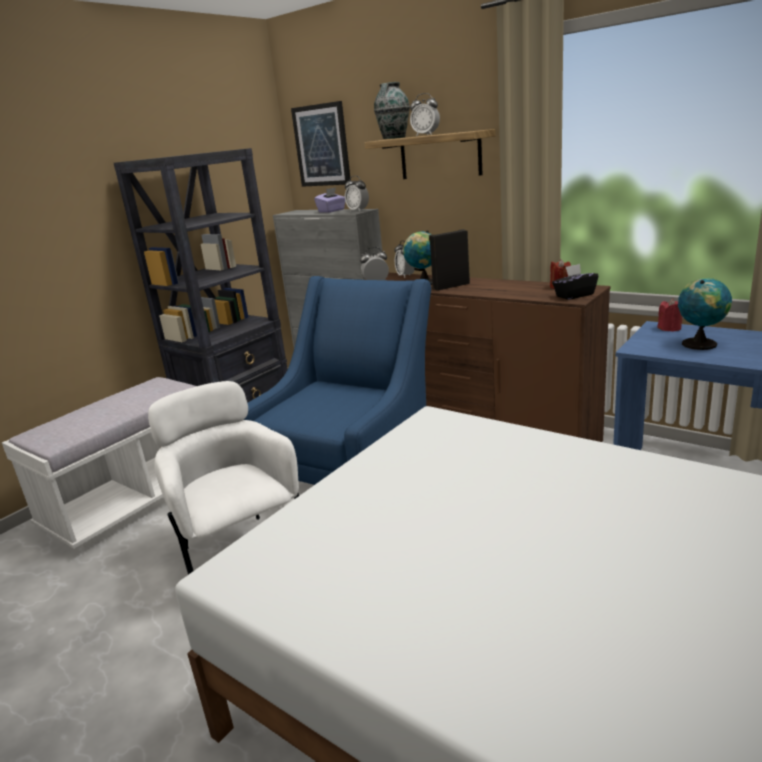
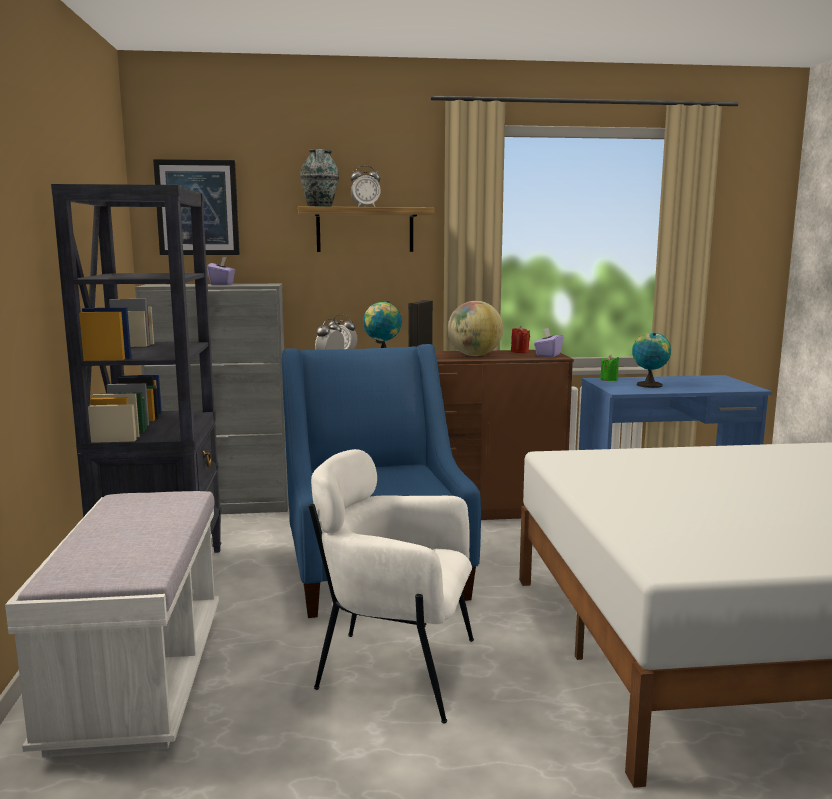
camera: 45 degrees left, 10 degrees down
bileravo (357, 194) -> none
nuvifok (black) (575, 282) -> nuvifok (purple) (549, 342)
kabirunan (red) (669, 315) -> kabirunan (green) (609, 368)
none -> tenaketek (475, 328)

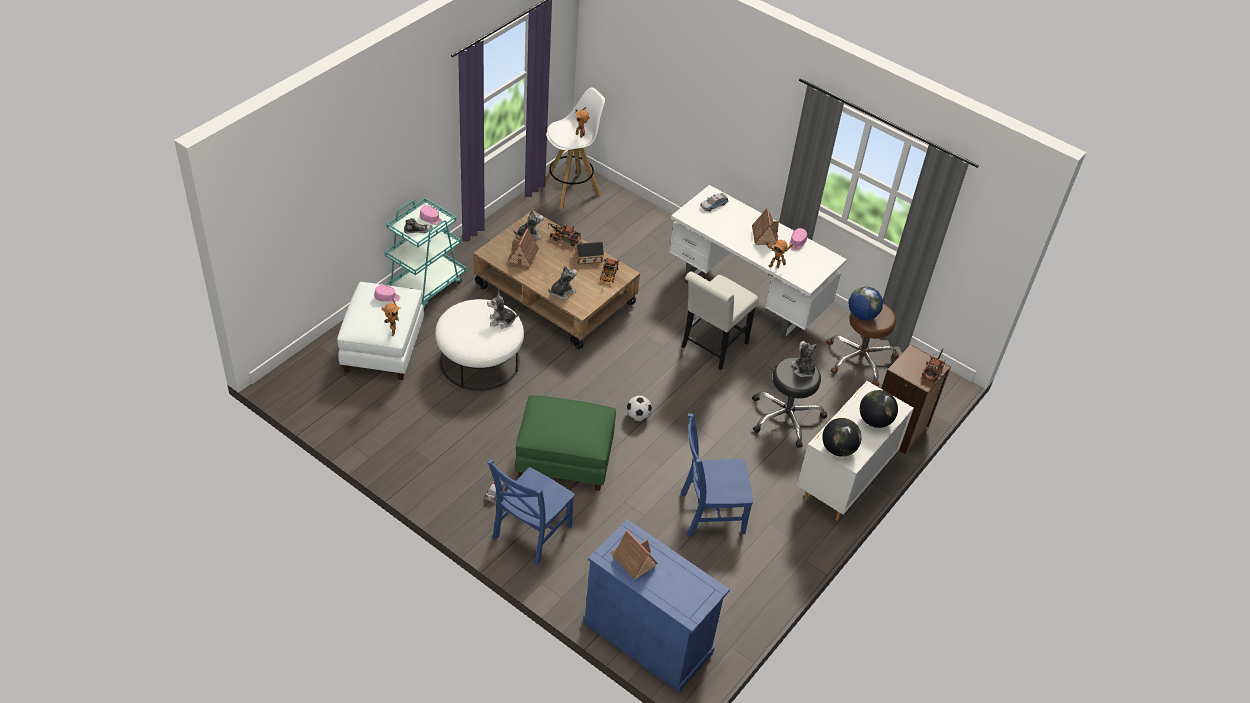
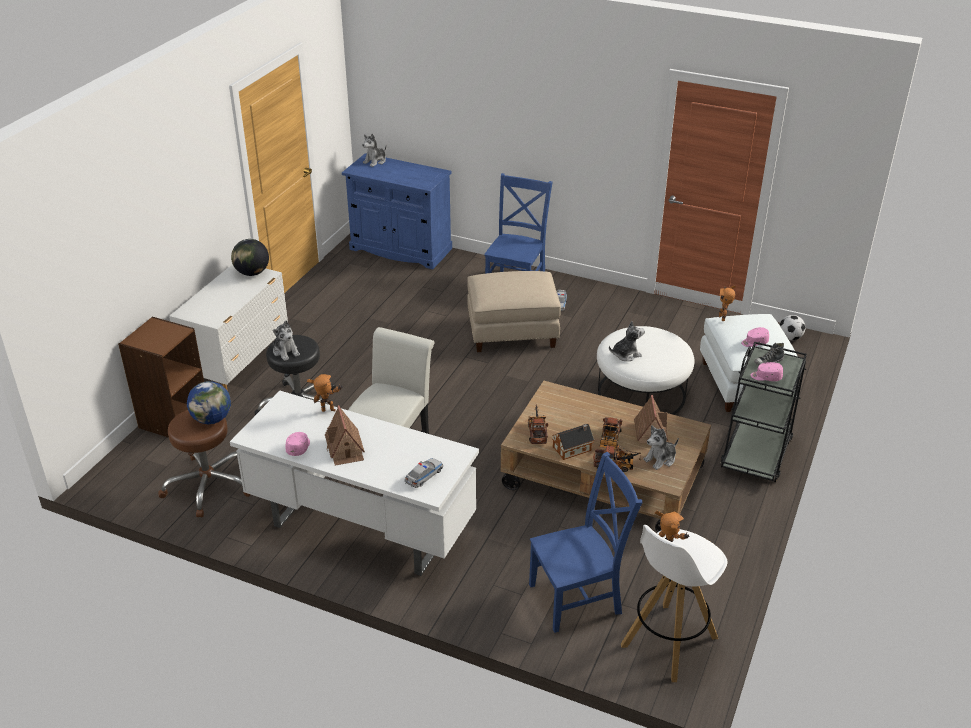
camera: 170 degrees right, 10 degrees down
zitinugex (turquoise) (425, 254) -> zitinugex (black) (763, 412)
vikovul (562, 282) -> vikovul (374, 150), moved
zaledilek (933, 366) -> zaledilek (610, 433), moved
tenaketek (879, 409) -> none
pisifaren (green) (565, 443) -> pisifaren (beige) (514, 311)
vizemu (639, 408) -> vizemu (793, 327), moved
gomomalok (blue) (716, 475) -> gomomalok (blue) (586, 542), moved
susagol (634, 554) -> none

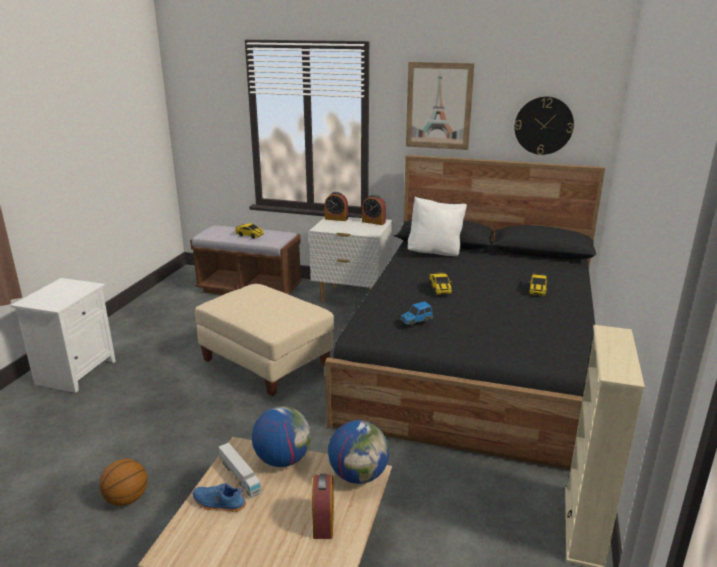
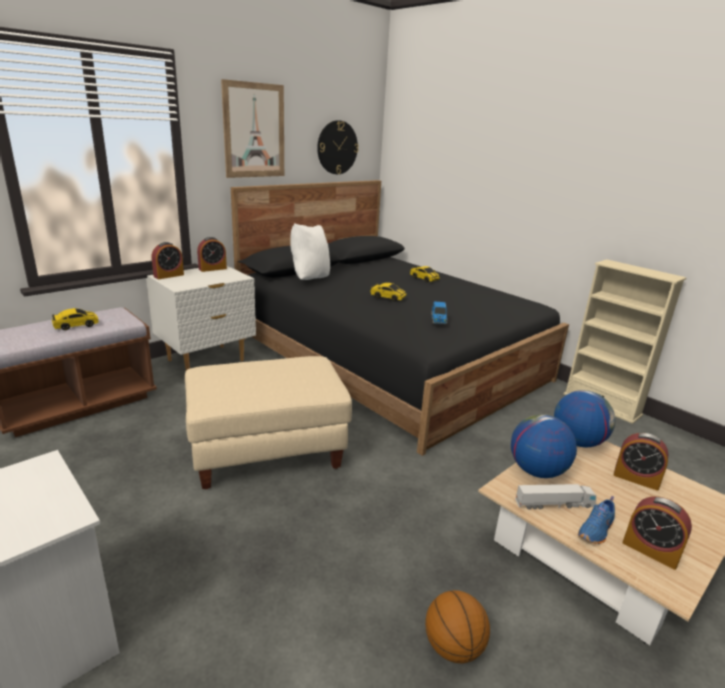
camera: 60 degrees left, 0 degrees up
none -> bileravo (657, 533)

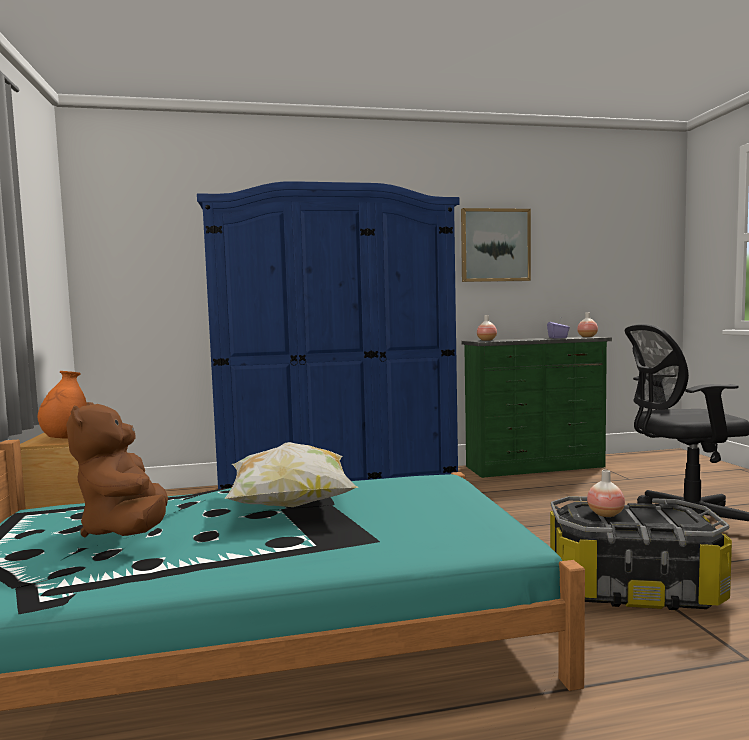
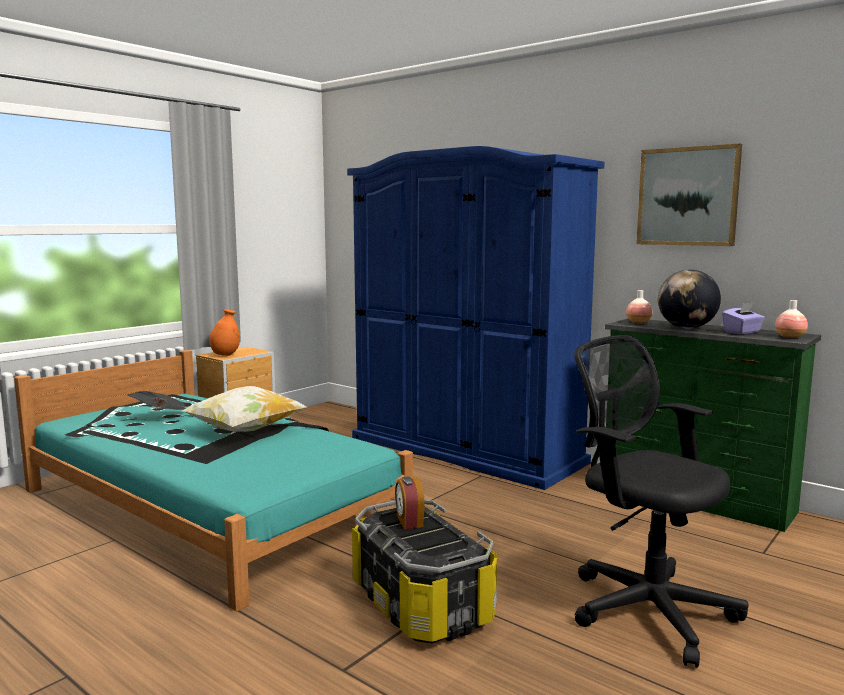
camera: 50 degrees right, 5 degrees up
vikovul (brown) (117, 470) -> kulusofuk (157, 400)
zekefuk (606, 493) -> bileravo (410, 503)
none -> tenaketek (689, 299)

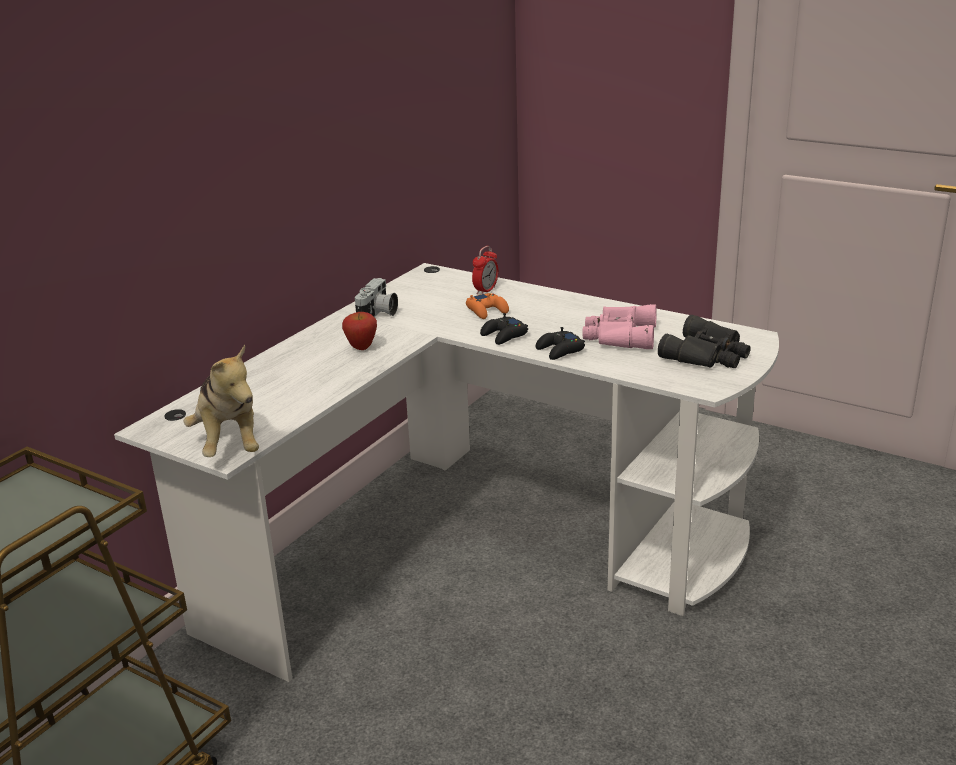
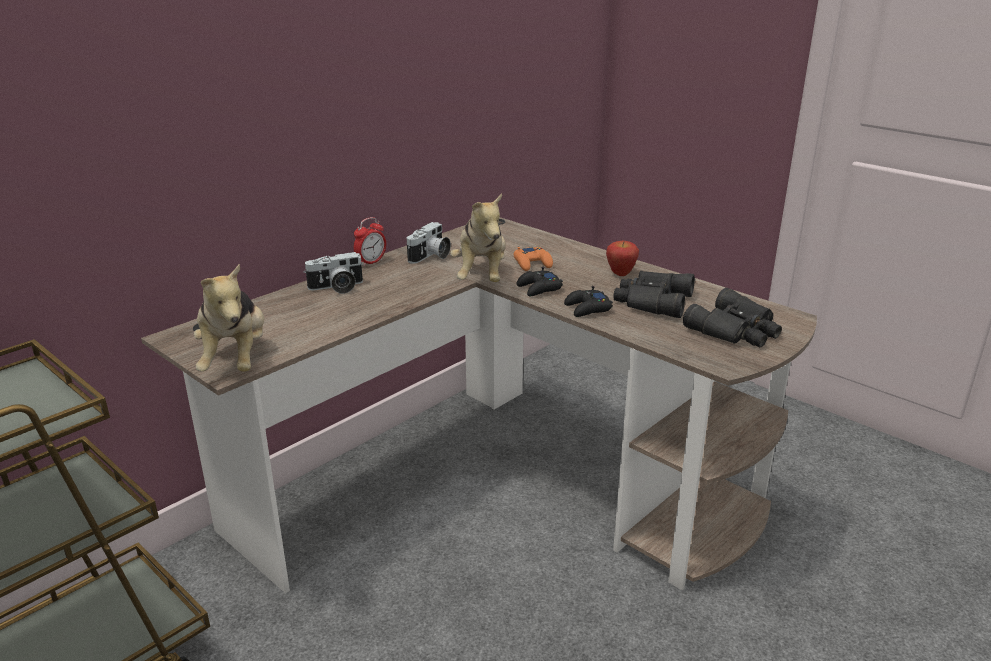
camera: 10 degrees right, 0 degrees up
bileravo (485, 270) -> bileravo (370, 242), moved
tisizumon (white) (446, 472) -> tisizumon (brown) (479, 405)
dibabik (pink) (619, 326) -> dibabik (black) (654, 294)
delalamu (359, 331) -> delalamu (622, 258), moved
none -> vikovul (478, 238)
none -> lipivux (334, 273)

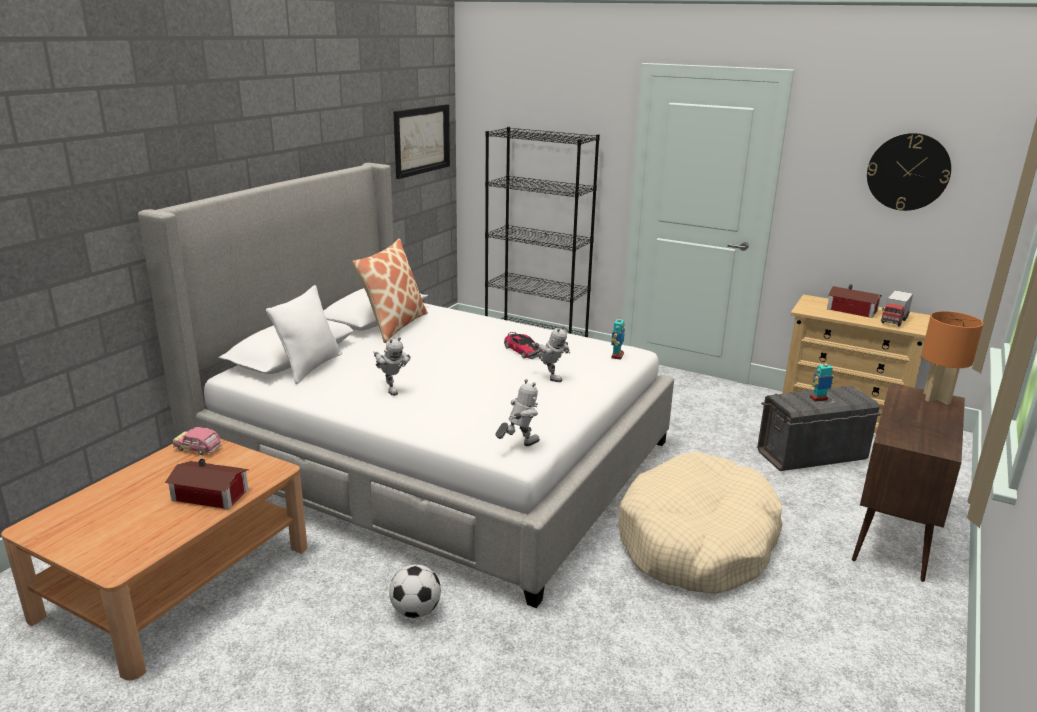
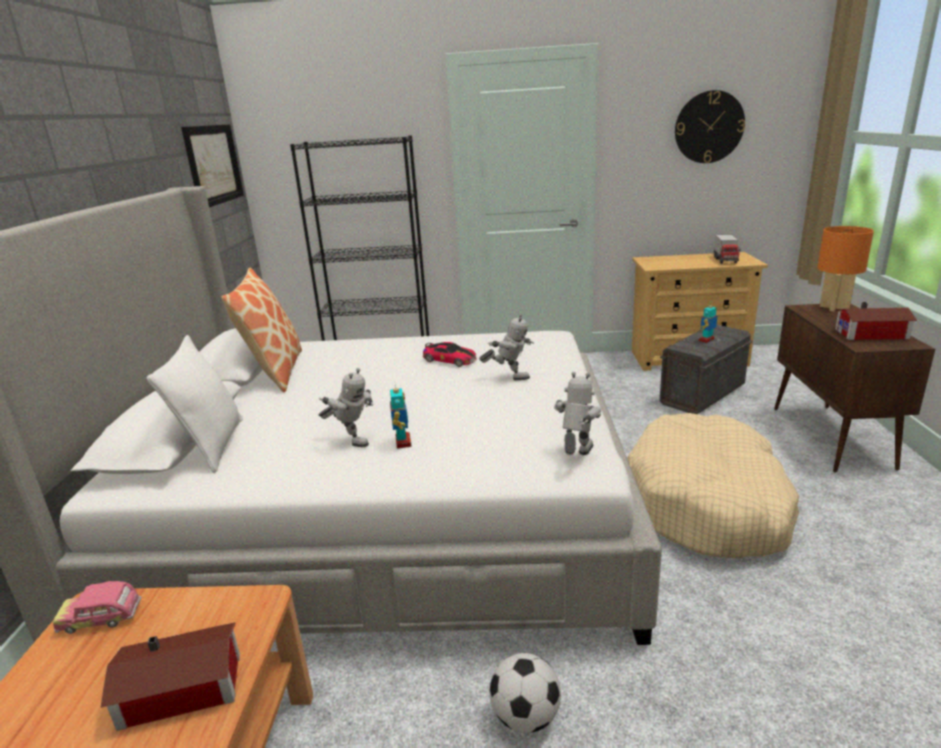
camera: 25 degrees left, 0 degrees up
susagol (854, 301) -> susagol (876, 321), moved
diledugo (618, 337) -> diledugo (401, 416), moved

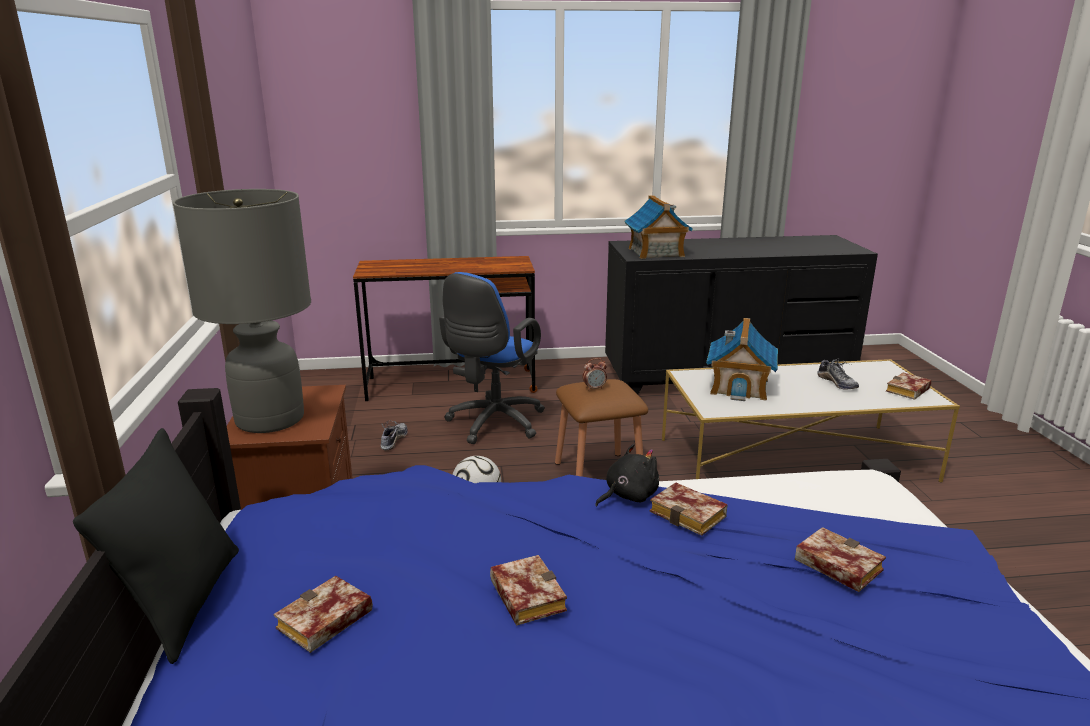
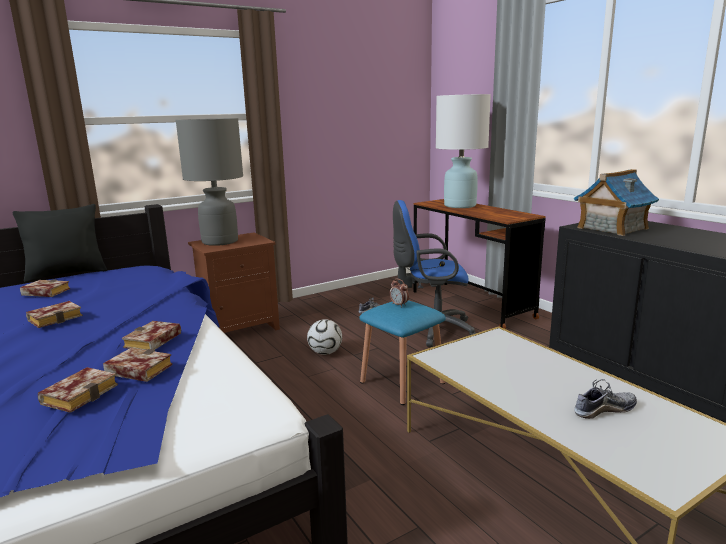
camera: 65 degrees right, 5 degrees down
susagol (742, 359) -> none
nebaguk (838, 373) -> nebaguk (605, 399), 150 degrees counterclockwise
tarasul (909, 386) -> tarasul (138, 365), moved
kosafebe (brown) (601, 428) -> kosafebe (blue) (402, 352)
vikovul (black) (627, 475) -> none
none -> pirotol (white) (463, 151)

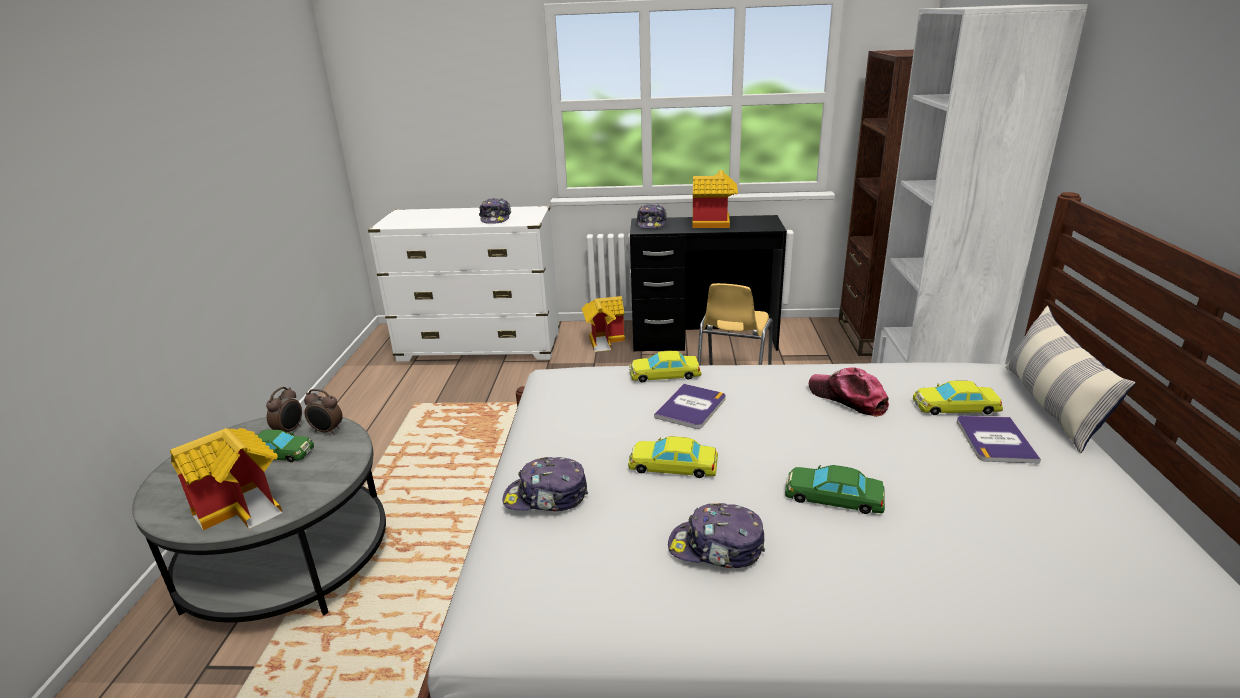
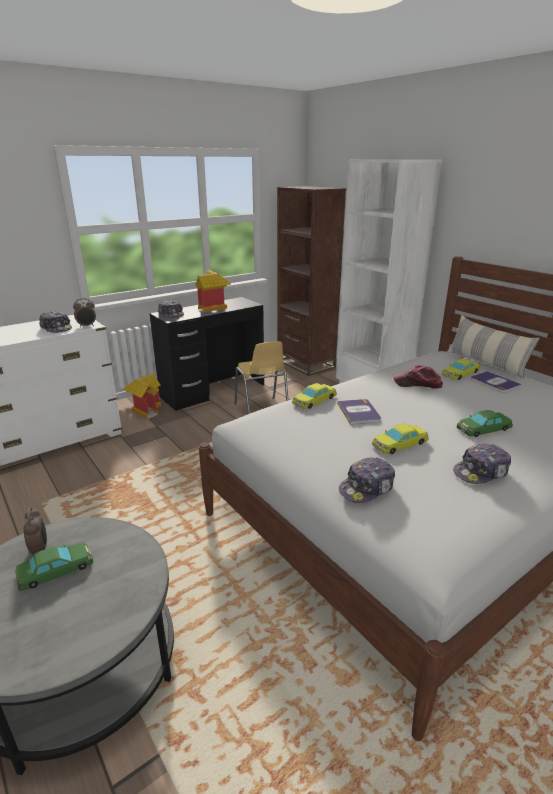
camera: 40 degrees left, 0 degrees up
bileravo (323, 412) -> bileravo (84, 313), moved
susagol (226, 479) -> none

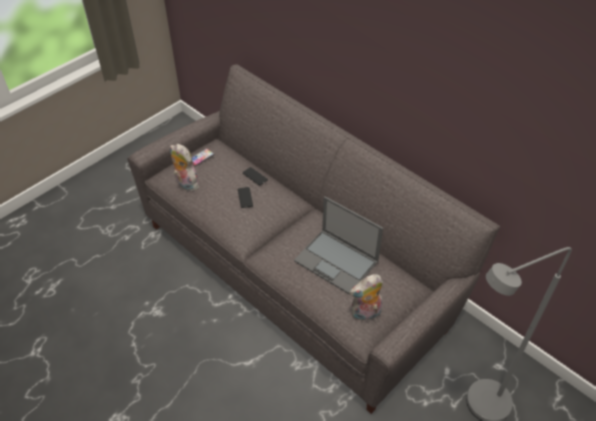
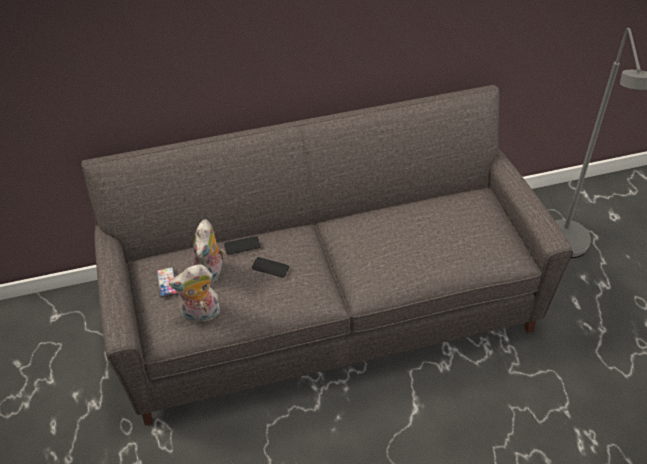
camera: 60 degrees left, 0 degrees up
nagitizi (338, 245) -> none
vikovul (366, 298) -> vikovul (209, 252), moved

